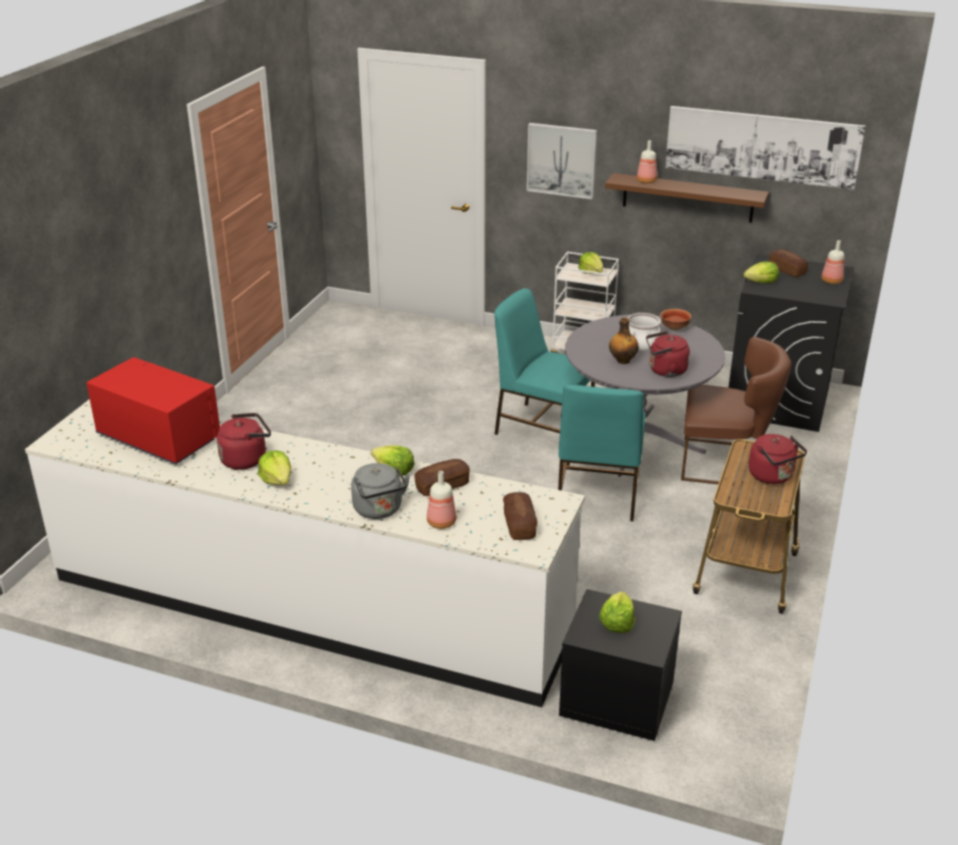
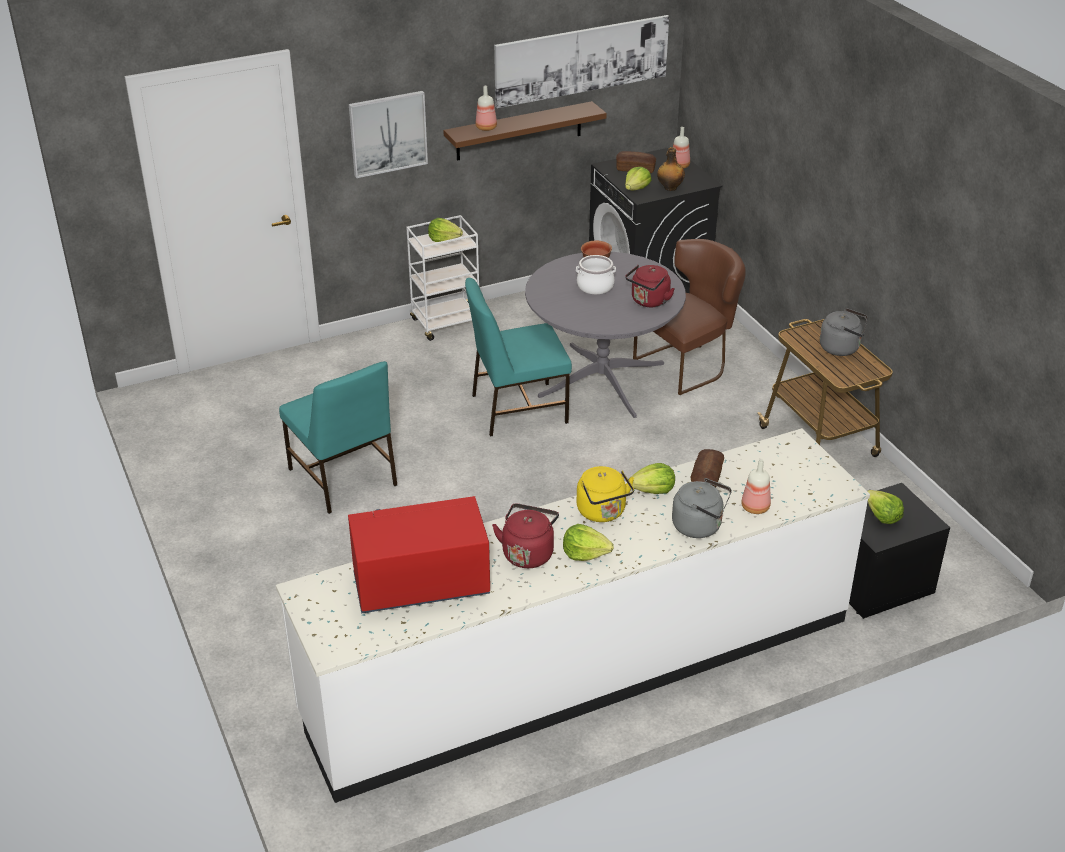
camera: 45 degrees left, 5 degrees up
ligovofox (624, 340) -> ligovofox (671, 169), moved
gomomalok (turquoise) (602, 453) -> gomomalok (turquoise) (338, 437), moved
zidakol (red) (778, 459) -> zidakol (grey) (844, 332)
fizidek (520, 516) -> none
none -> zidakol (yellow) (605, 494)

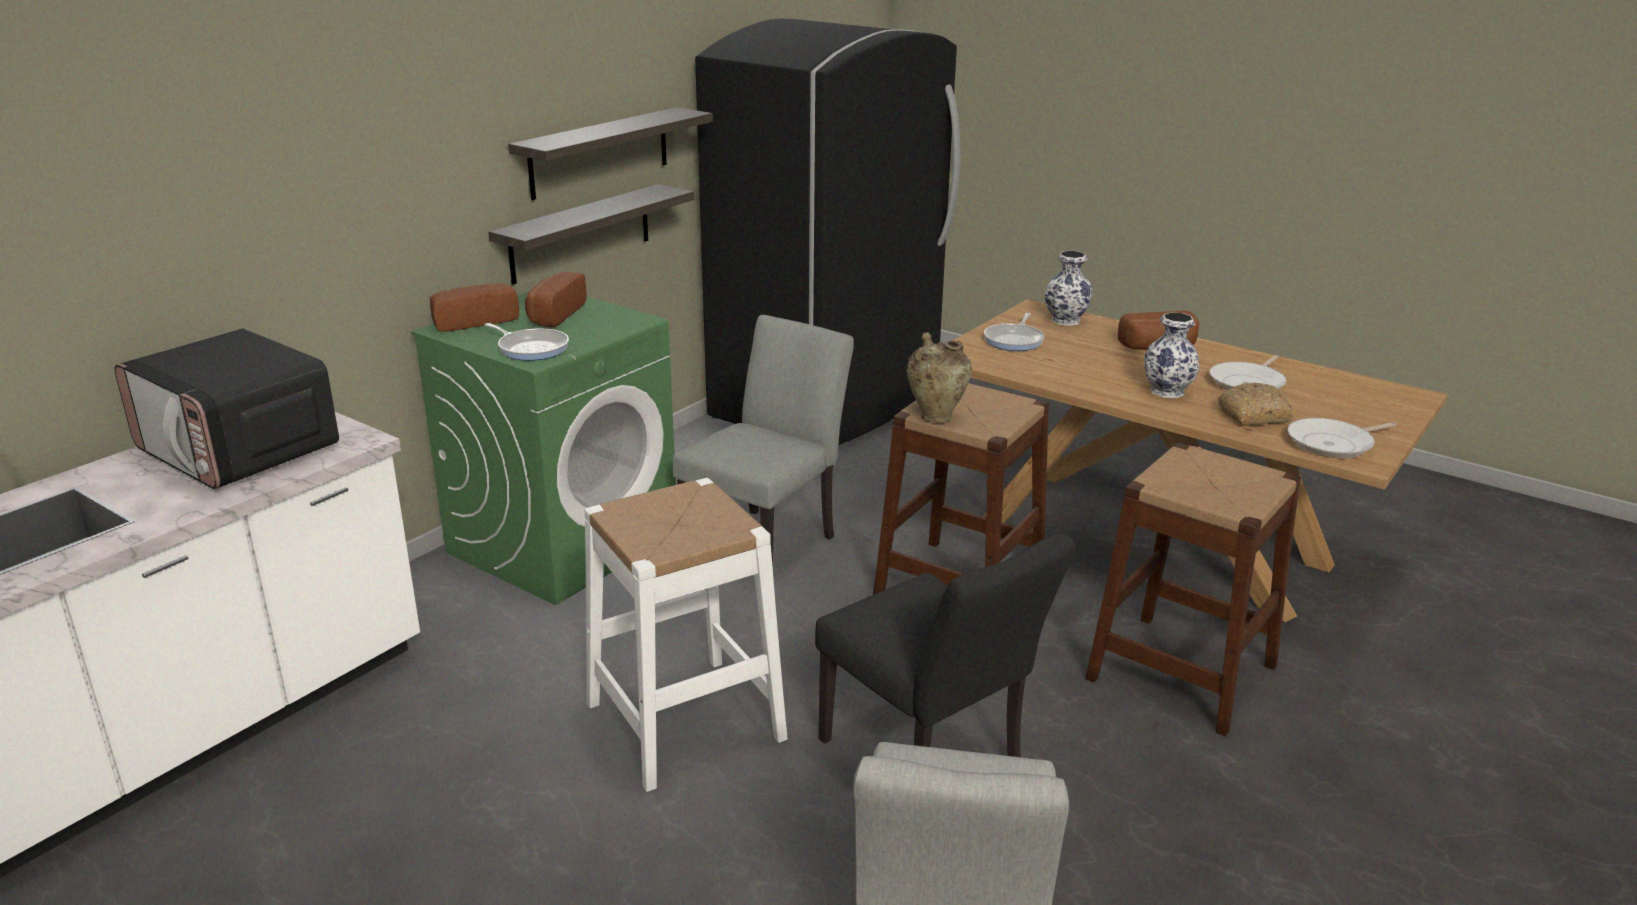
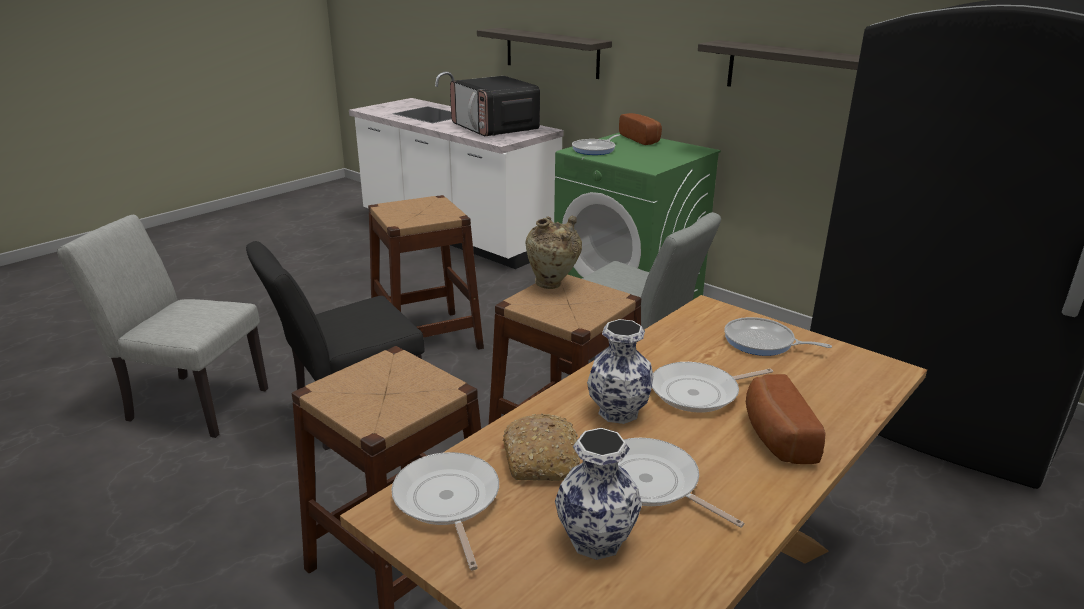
camera: 95 degrees right, 0 degrees up
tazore (591, 234) -> tazore (544, 53), moved
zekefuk (1069, 288) -> zekefuk (598, 494), moved
fizidek (556, 299) -> none
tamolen (226, 408) -> tamolen (495, 106), 75 degrees counterclockwise
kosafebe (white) (686, 635) -> kosafebe (brown) (426, 272)
none -> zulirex (712, 387)

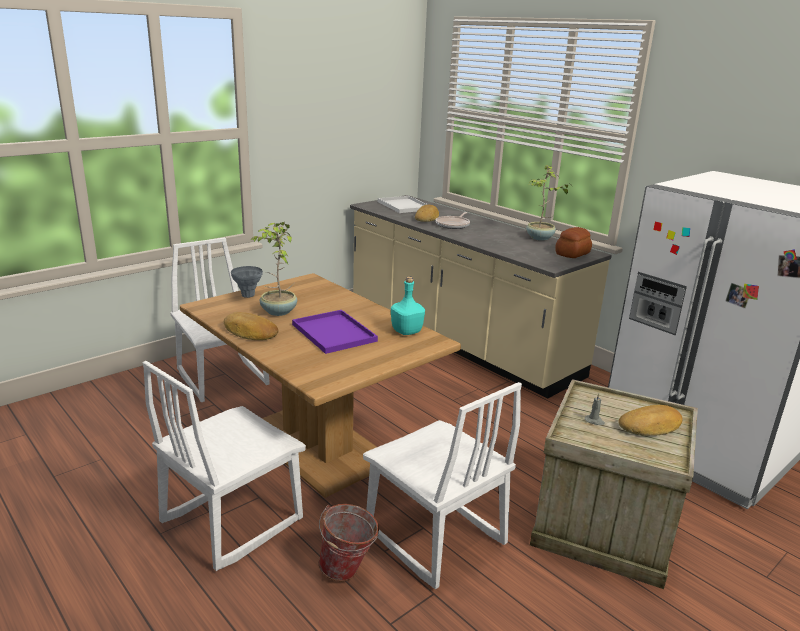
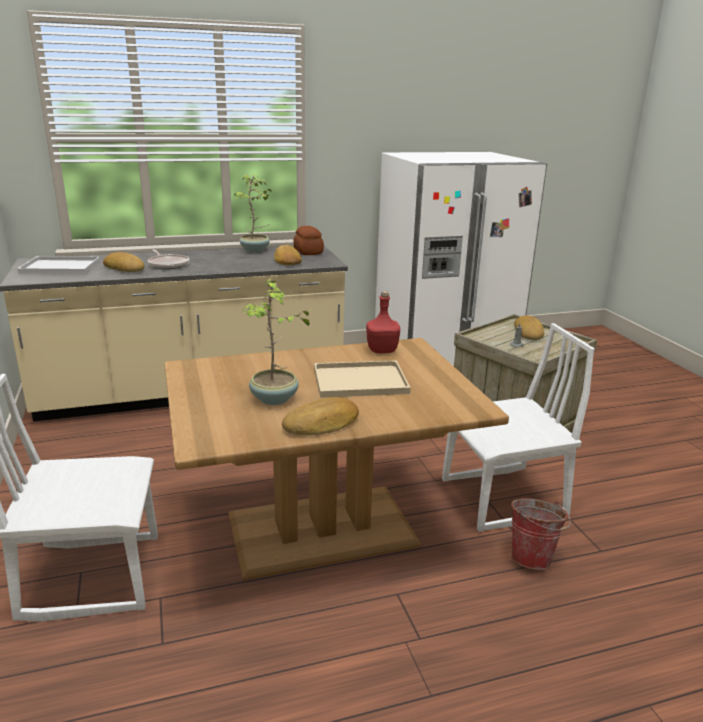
camera: 65 degrees left, 0 degrees up
zekefuk (grey) (247, 282) -> none
ligovofox (turquoise) (408, 305) -> ligovofox (red) (383, 322)
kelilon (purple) (335, 332) -> kelilon (beige) (362, 379)
gomomalok (white) (224, 466) -> none
none -> fizidek (288, 255)

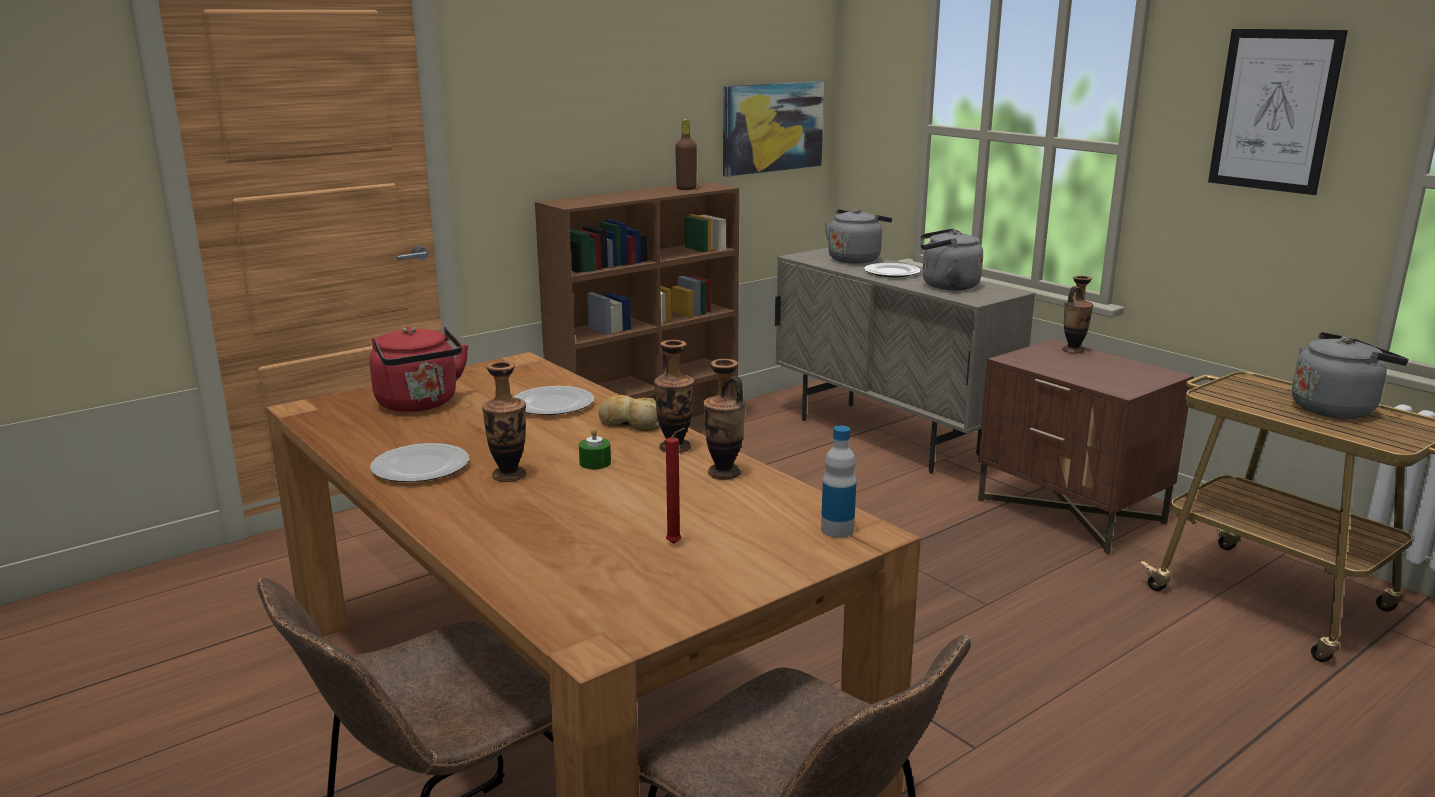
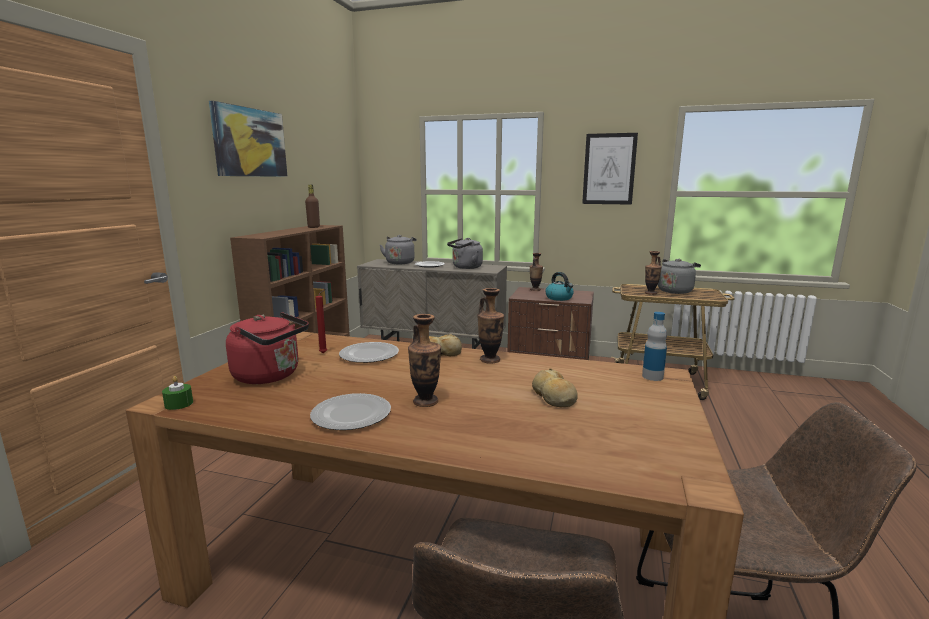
camera: 35 degrees left, 5 degrees down
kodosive (773, 129) -> kodosive (248, 139), moved
zekefuk (724, 419) -> zekefuk (653, 273), moved
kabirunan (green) (595, 448) -> kabirunan (green) (177, 393), moved
kabirunan (red) (675, 486) -> kabirunan (red) (321, 321), moved
none -> zidakol (560, 286)
none -> fizidek (555, 388)

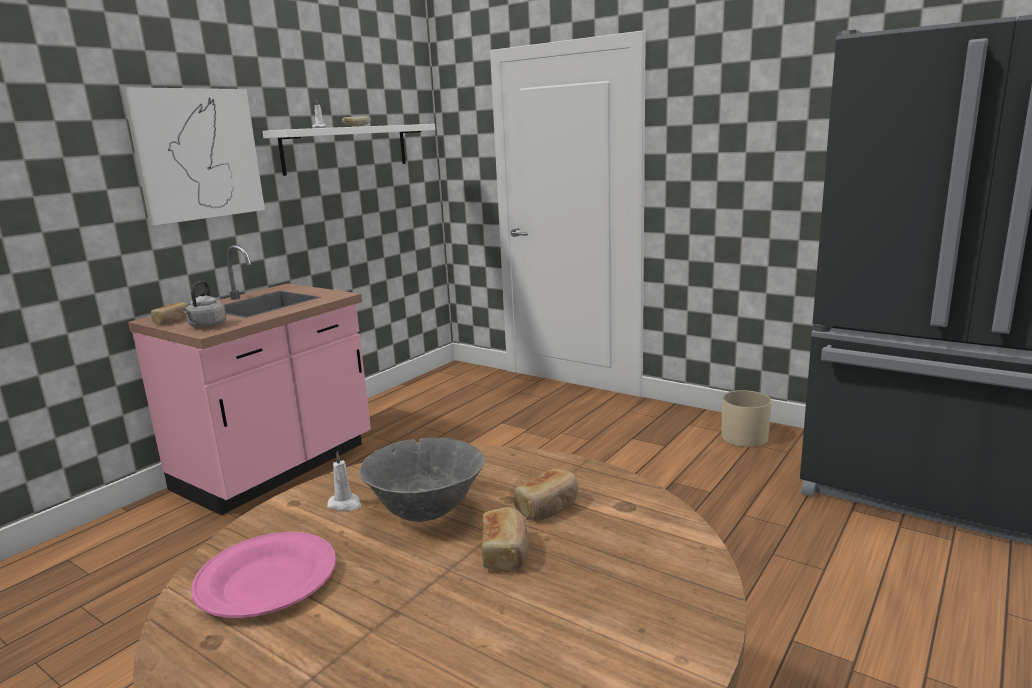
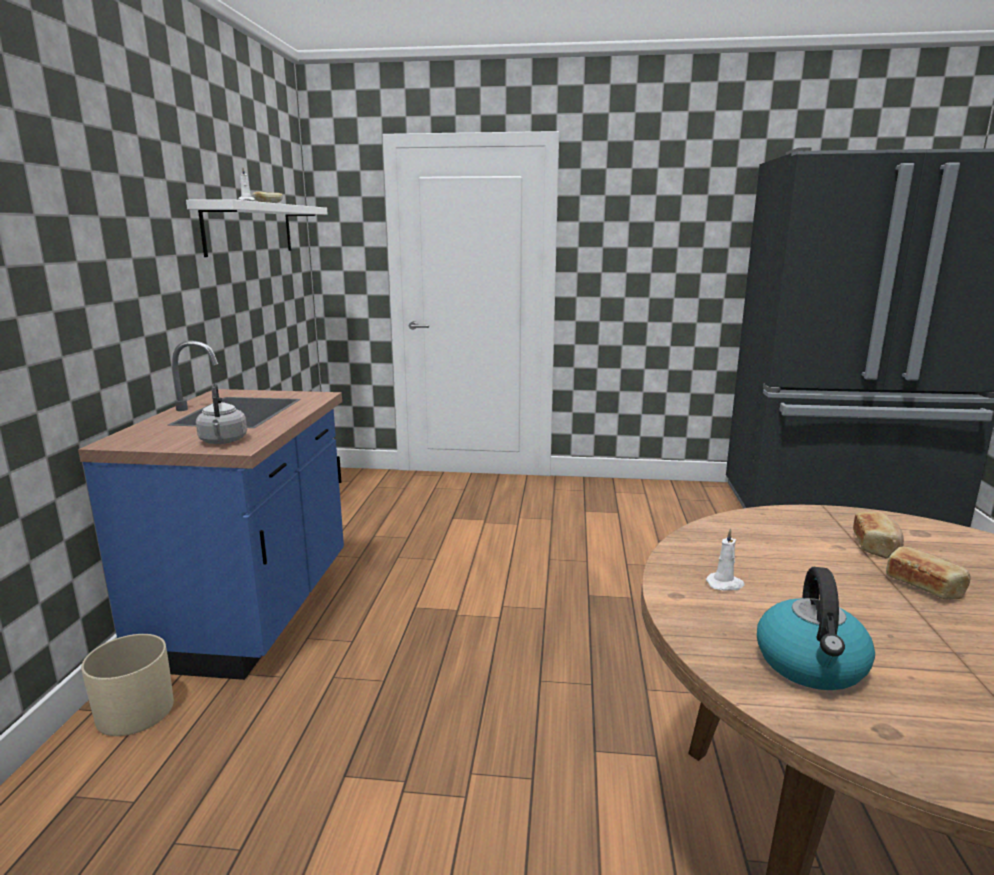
camera: 30 degrees left, 0 degrees up
kodosive (193, 156) -> none
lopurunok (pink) (249, 380) -> lopurunok (blue) (211, 510)
fizidek (169, 313) -> none
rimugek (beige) (747, 418) -> rimugek (beige) (127, 685), moved
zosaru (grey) (422, 480) -> none
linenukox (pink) (263, 575) -> zidakol (816, 628)

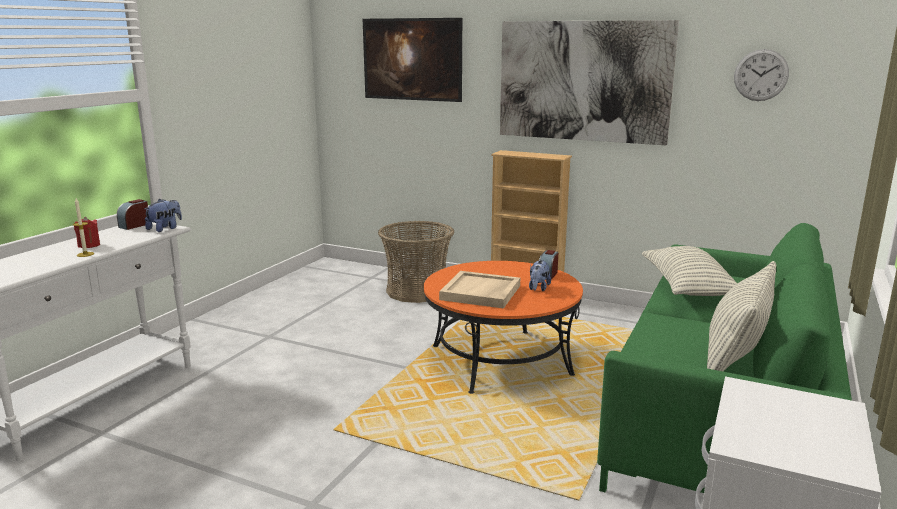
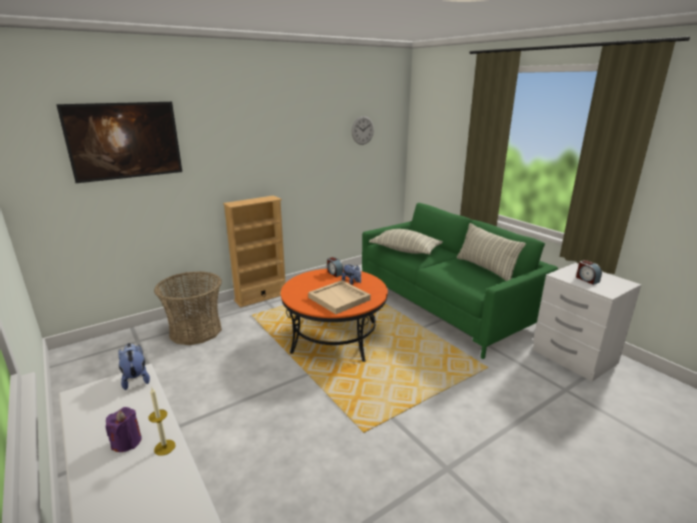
camera: 60 degrees left, 5 degrees up
kodosive (589, 82) -> none
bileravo (132, 214) -> bileravo (589, 272), moved
kabirunan (red) (87, 232) -> kabirunan (purple) (124, 429)

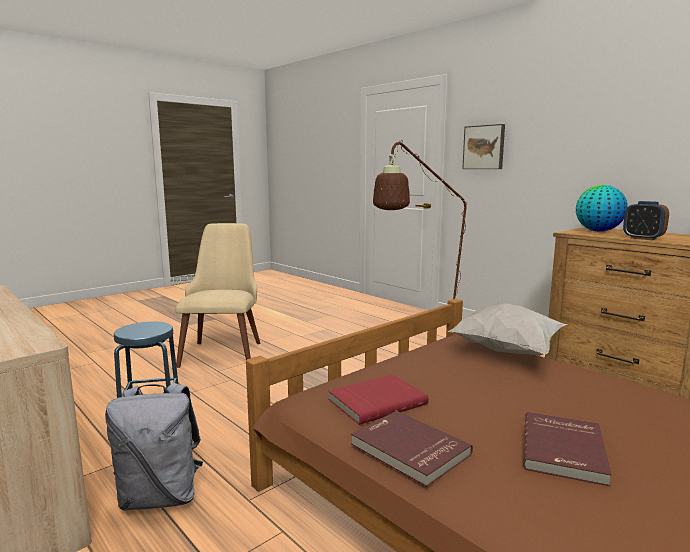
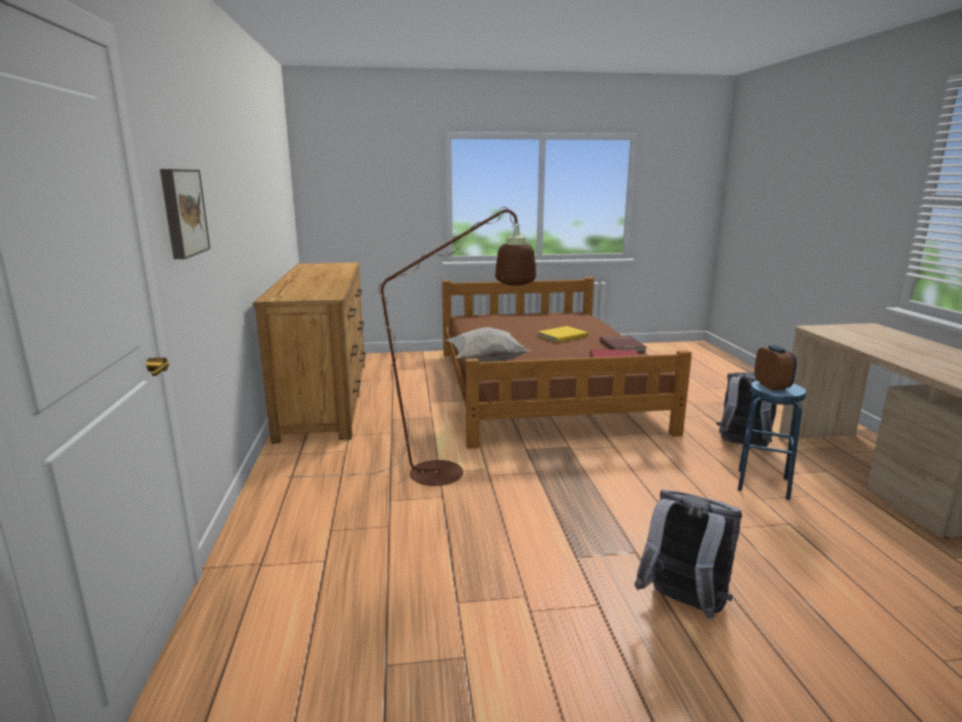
camera: 145 degrees left, 5 degrees up
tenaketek (602, 208) -> none
bileravo (646, 220) -> bileravo (775, 367), moved
gomomalok (beige) (217, 295) -> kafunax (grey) (688, 554)
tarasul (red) (567, 449) -> tarasul (yellow) (562, 334)

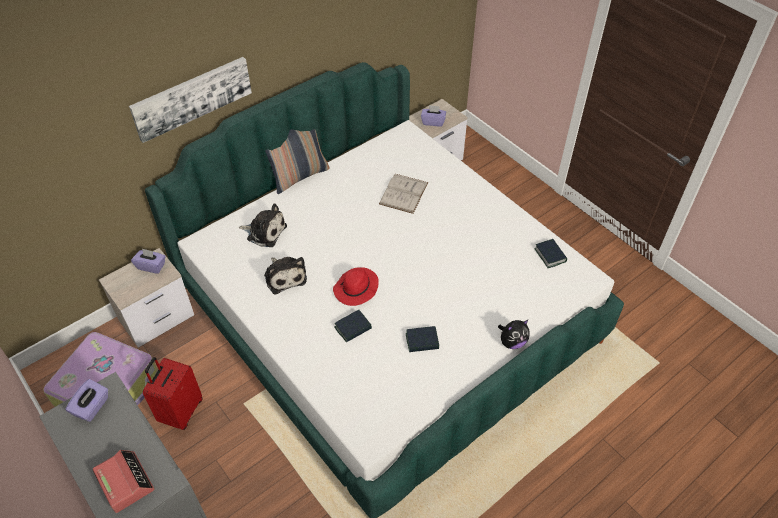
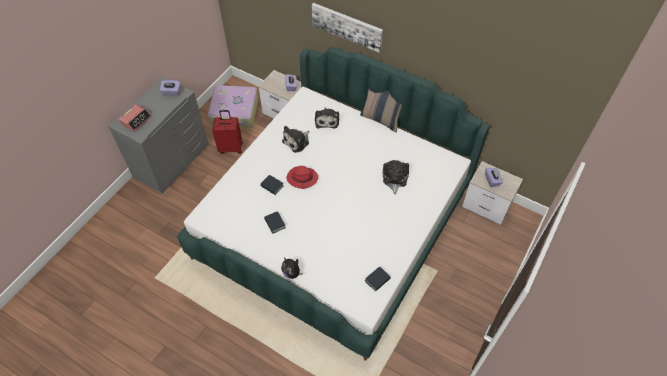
camera: 70 degrees right, 5 degrees up
tarasul (white) (404, 194) -> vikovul (396, 177)

